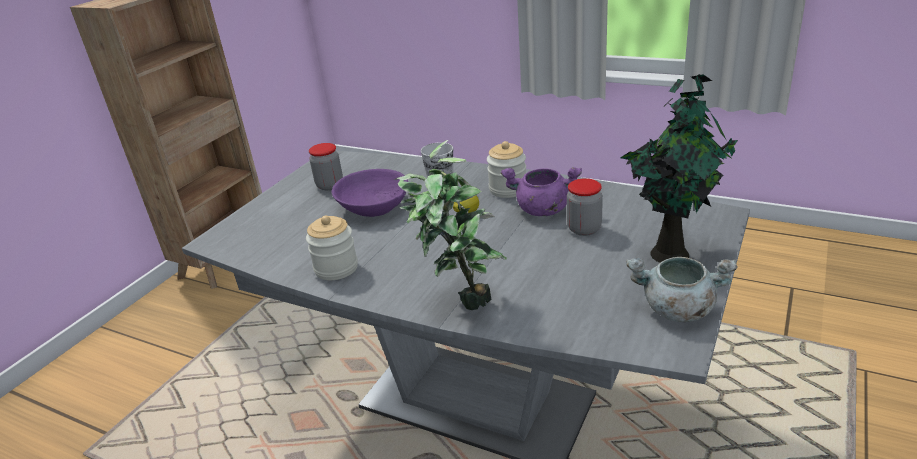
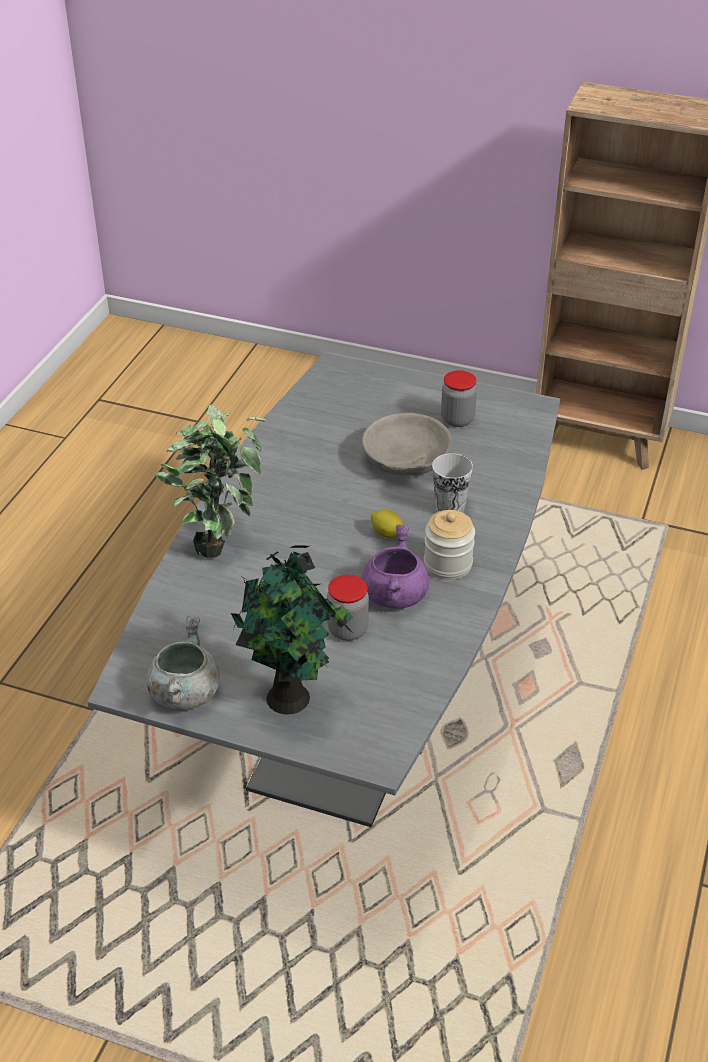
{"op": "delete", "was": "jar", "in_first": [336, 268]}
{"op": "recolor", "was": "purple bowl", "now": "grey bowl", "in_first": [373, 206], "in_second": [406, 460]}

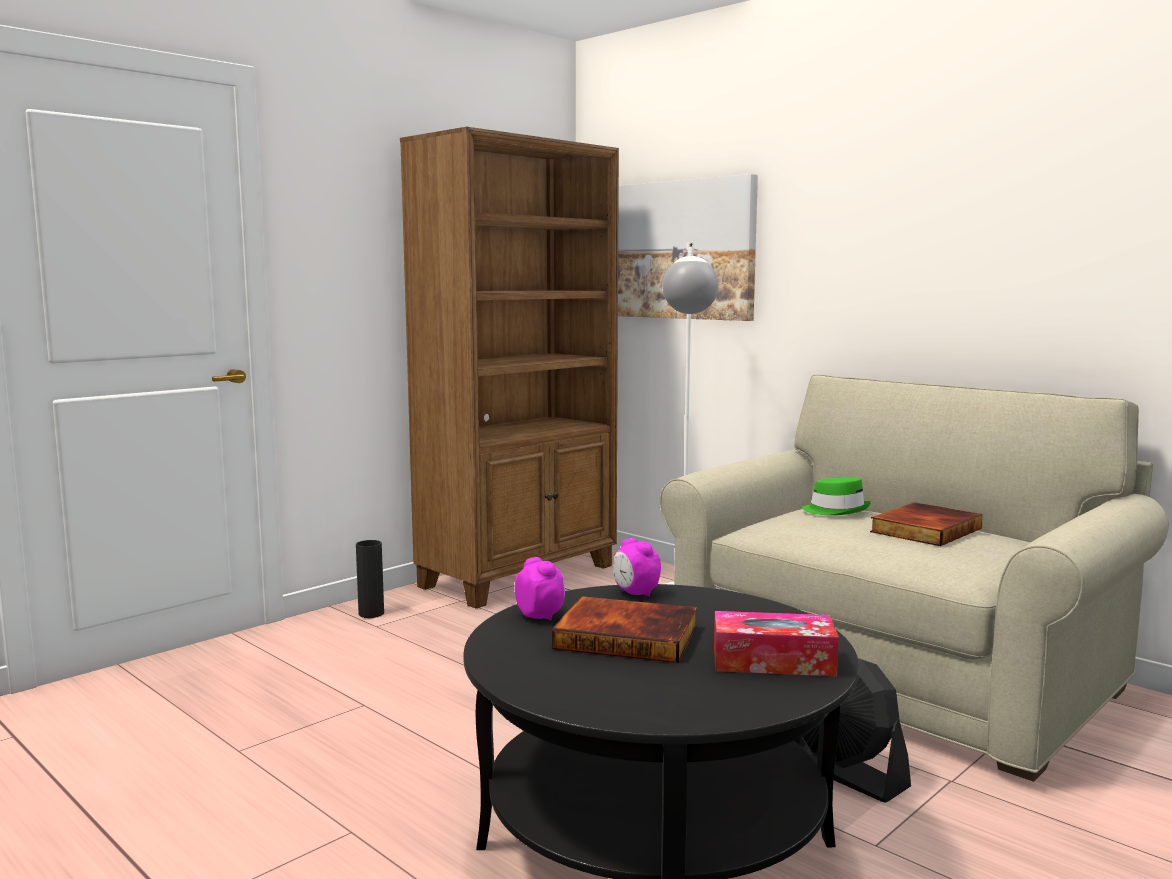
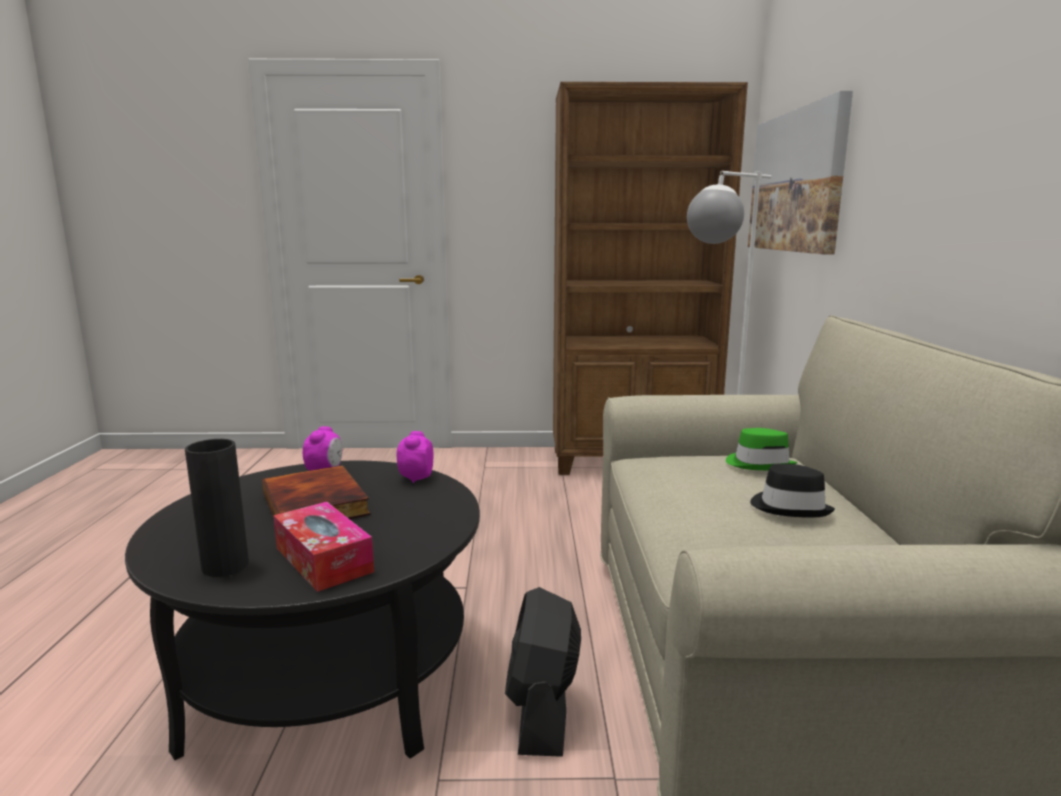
{"op": "move", "was": "black vase", "in_first": [371, 613], "in_second": [225, 566]}
{"op": "replace", "was": "book", "now": "black hat", "in_first": [924, 529], "in_second": [790, 507]}

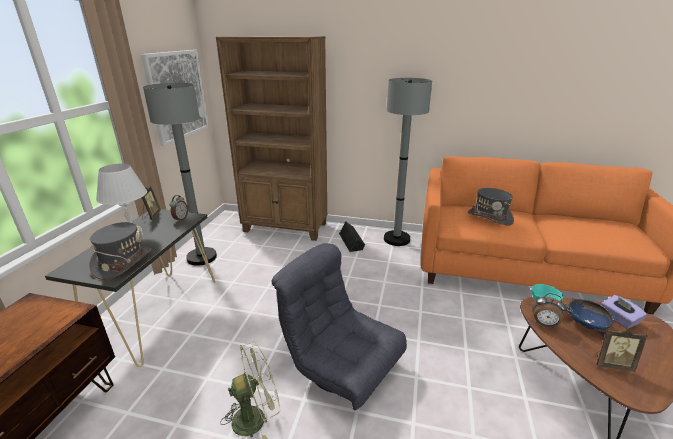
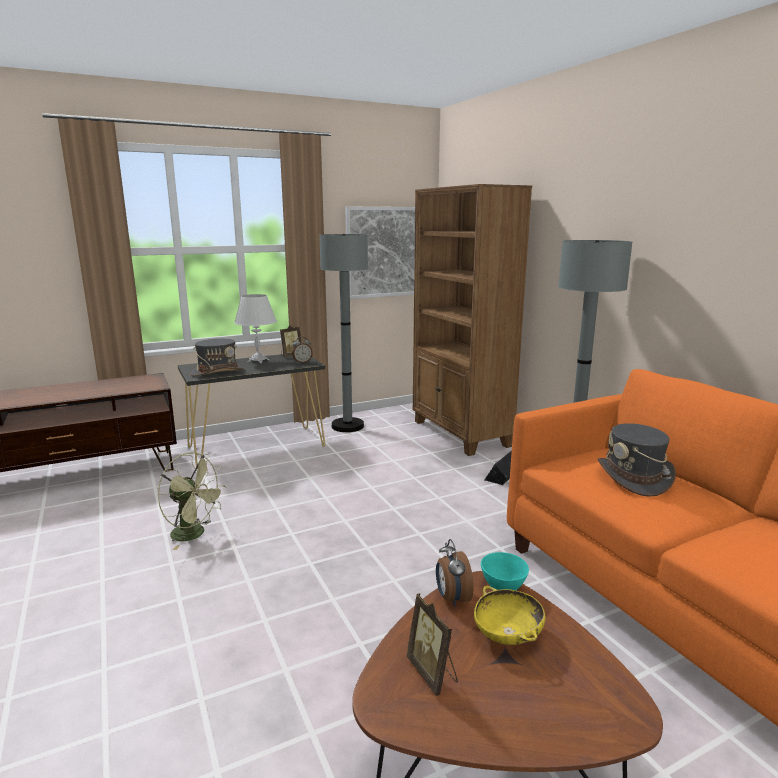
{"op": "delete", "was": "grey armchair", "in_first": [342, 365]}
{"op": "delete", "was": "purple tissue box", "in_first": [618, 319]}
{"op": "recolor", "was": "blue bowl", "now": "yellow bowl", "in_first": [585, 324], "in_second": [507, 635]}

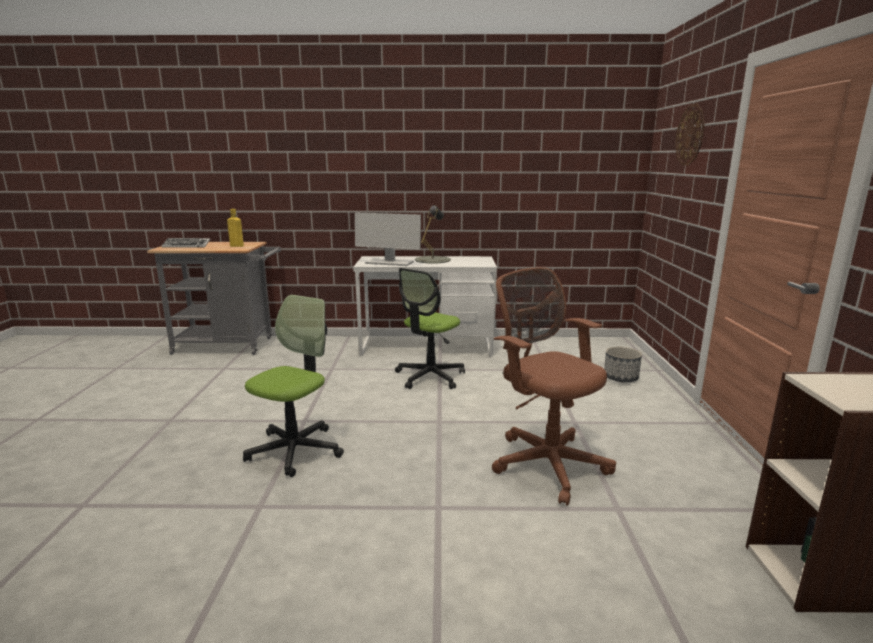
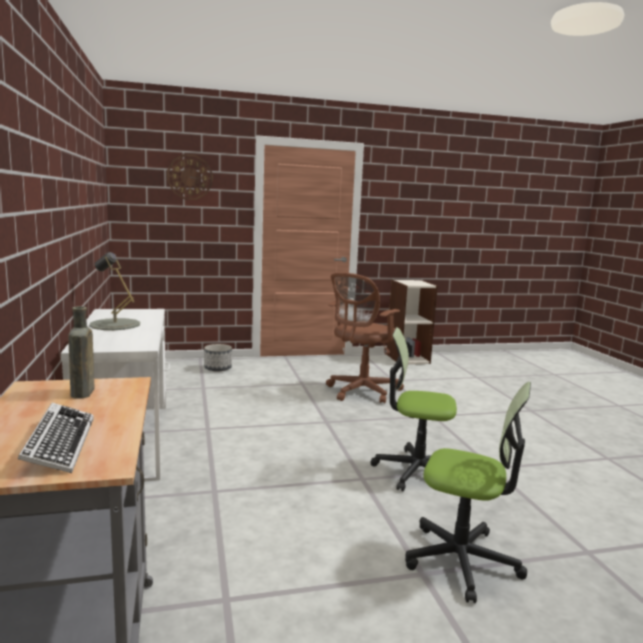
{"op": "delete", "was": "monitor", "in_first": [389, 263]}
{"op": "move", "was": "office chair", "in_first": [430, 377], "in_second": [462, 560]}
{"op": "recolor", "was": "yellow bottle", "now": "brown bottle", "in_first": [236, 246], "in_second": [82, 393]}

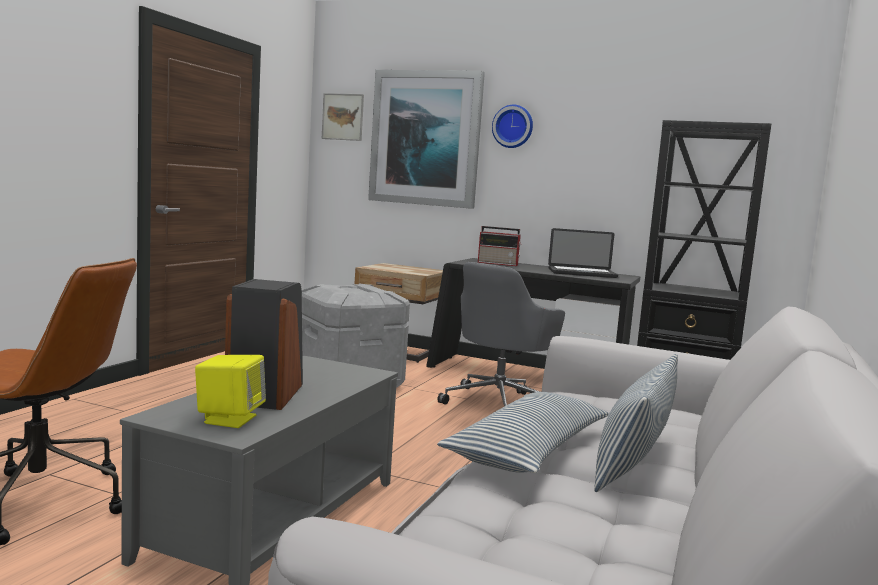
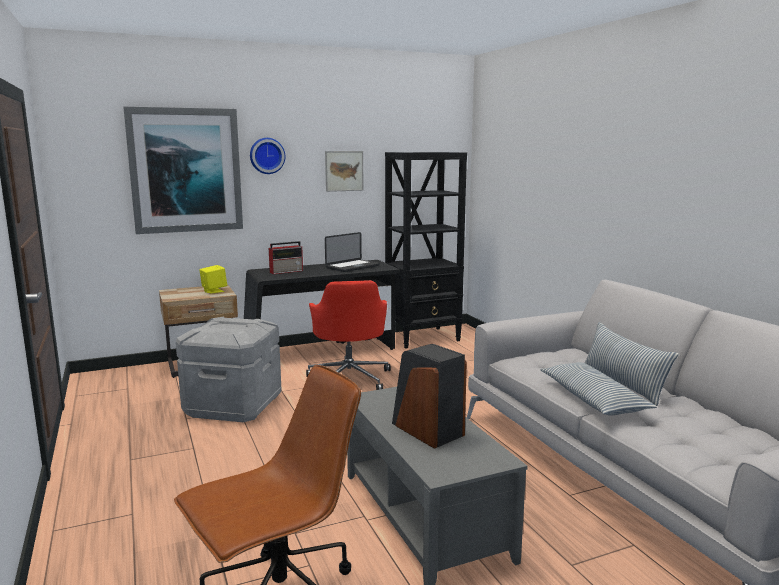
{"op": "move", "was": "yellow speaker", "in_first": [230, 419], "in_second": [214, 291]}
{"op": "move", "was": "picture", "in_first": [343, 117], "in_second": [344, 171]}
{"op": "recolor", "was": "grey office chair", "now": "red office chair", "in_first": [499, 403], "in_second": [350, 378]}

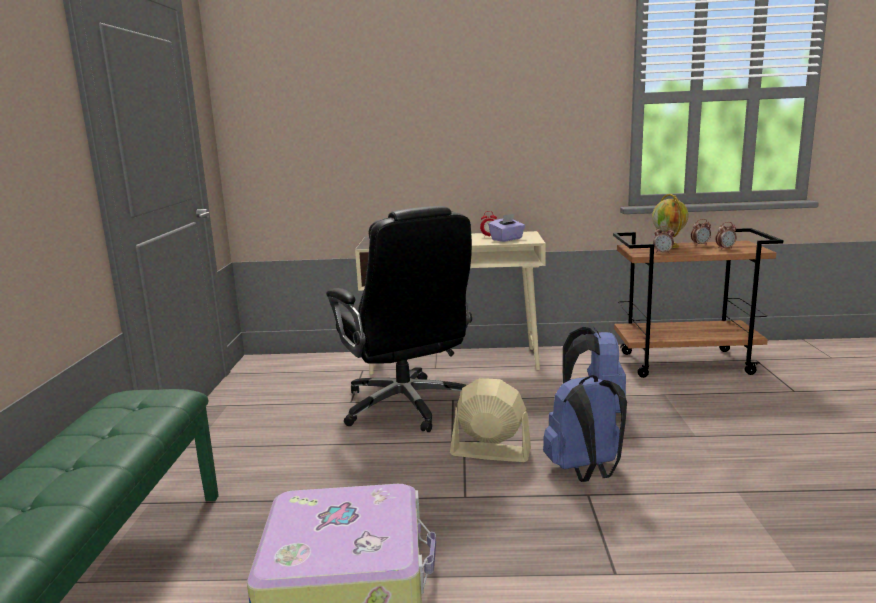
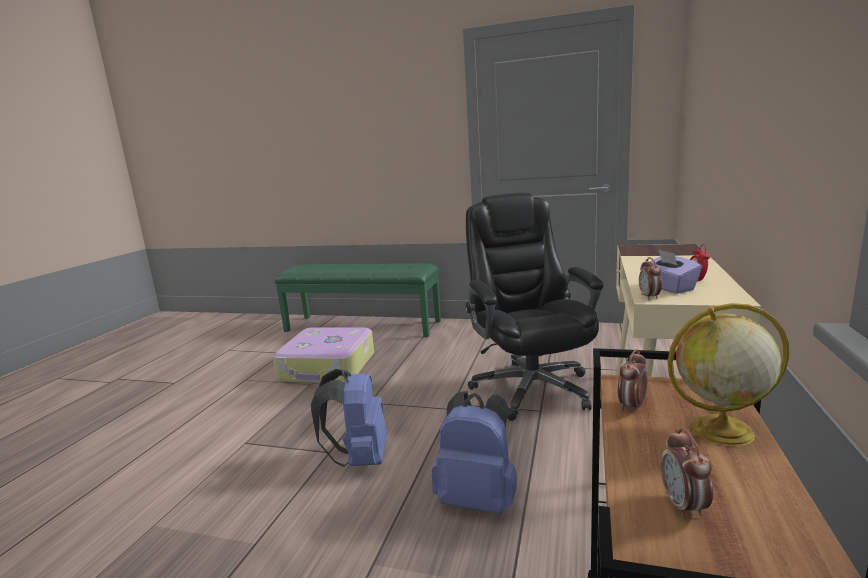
{"op": "delete", "was": "beige fan", "in_first": [490, 452]}
{"op": "move", "was": "alarm clock", "in_first": [700, 244], "in_second": [649, 297]}
{"op": "rotate", "was": "black office chair", "in_first": [406, 406], "in_second": [531, 388], "clockwise": 90}

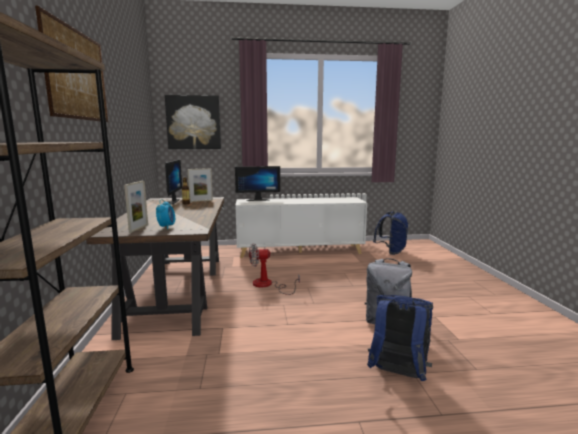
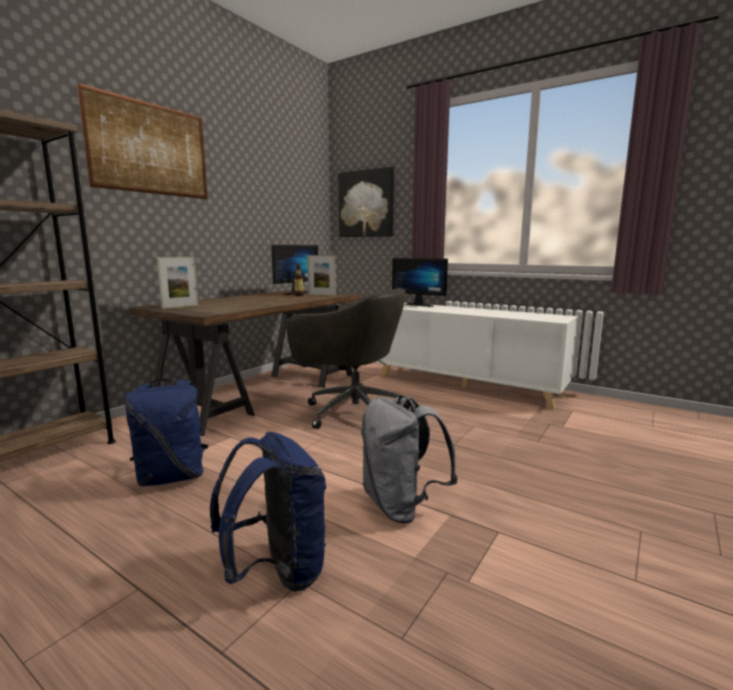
{"op": "delete", "was": "alarm clock", "in_first": [166, 227]}
{"op": "move", "was": "blue backpack", "in_first": [391, 252], "in_second": [172, 477]}
{"op": "replace", "was": "fan", "now": "grey office chair", "in_first": [268, 285], "in_second": [351, 412]}

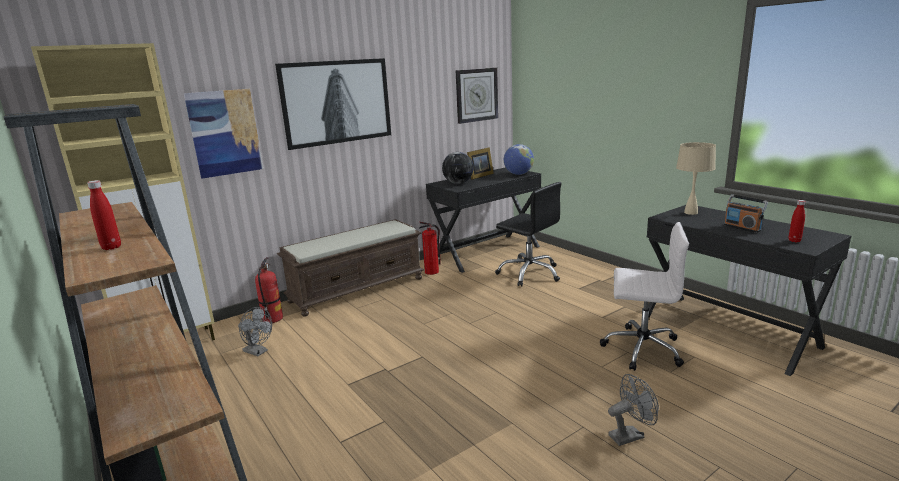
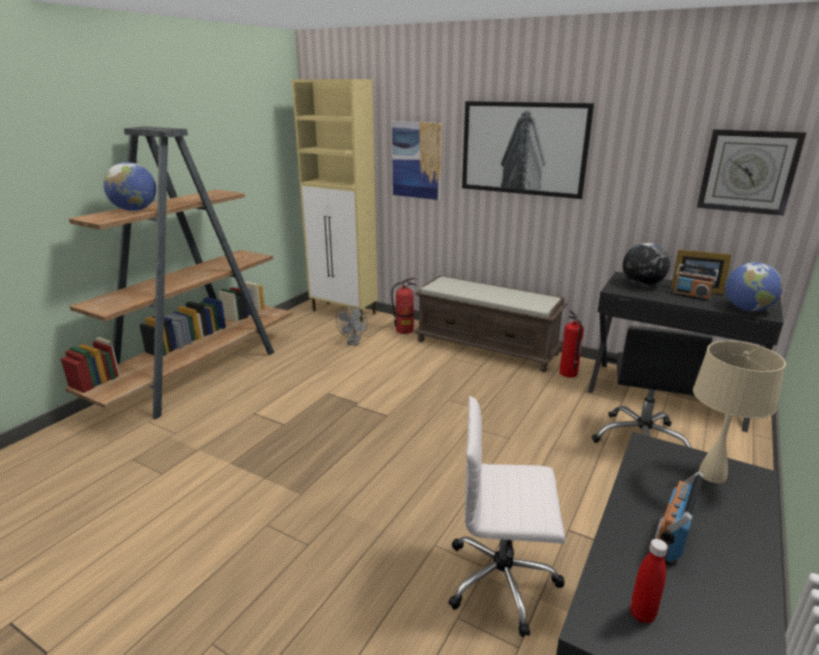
{"op": "delete", "was": "grey fan", "in_first": [630, 435]}
{"op": "insert", "now": "radio", "in_second": [691, 296]}
{"op": "replace", "was": "red bottle", "now": "globe", "in_first": [111, 247], "in_second": [135, 210]}
{"op": "rotate", "was": "white office chair", "in_first": [641, 348], "in_second": [503, 580], "clockwise": 105}

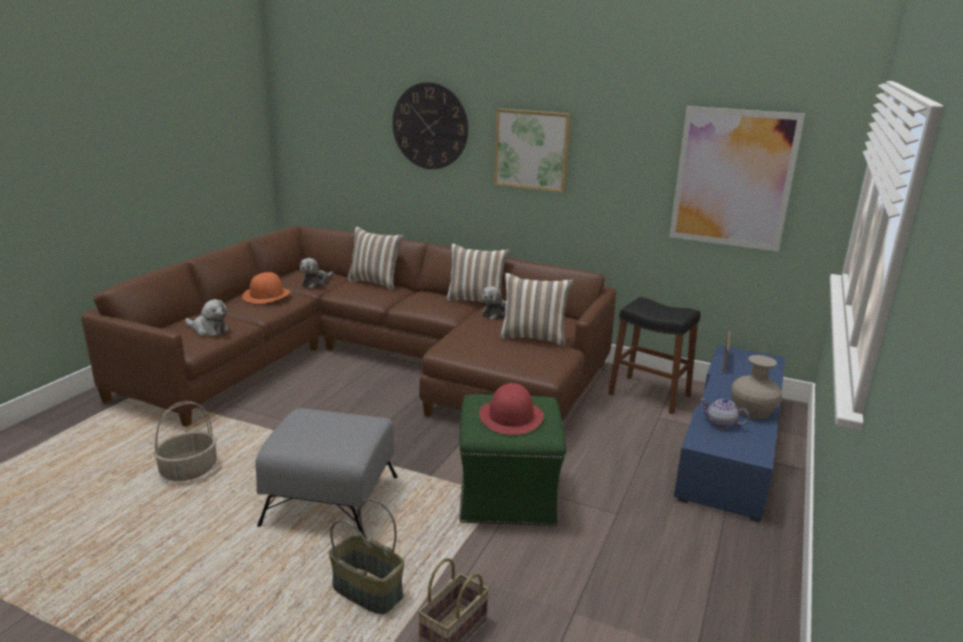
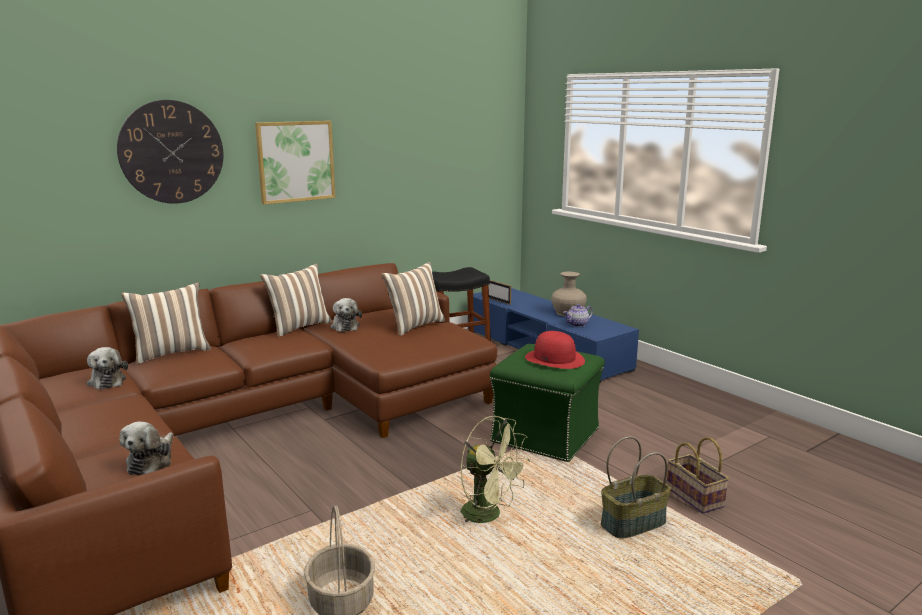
{"op": "delete", "was": "orange hat", "in_first": [266, 295]}
{"op": "delete", "was": "picture", "in_first": [733, 178]}
{"op": "replace", "was": "grey ottoman", "now": "green fan", "in_first": [332, 501], "in_second": [489, 515]}
{"op": "rotate", "was": "plush toy", "in_first": [208, 330], "in_second": [151, 461], "clockwise": 135}

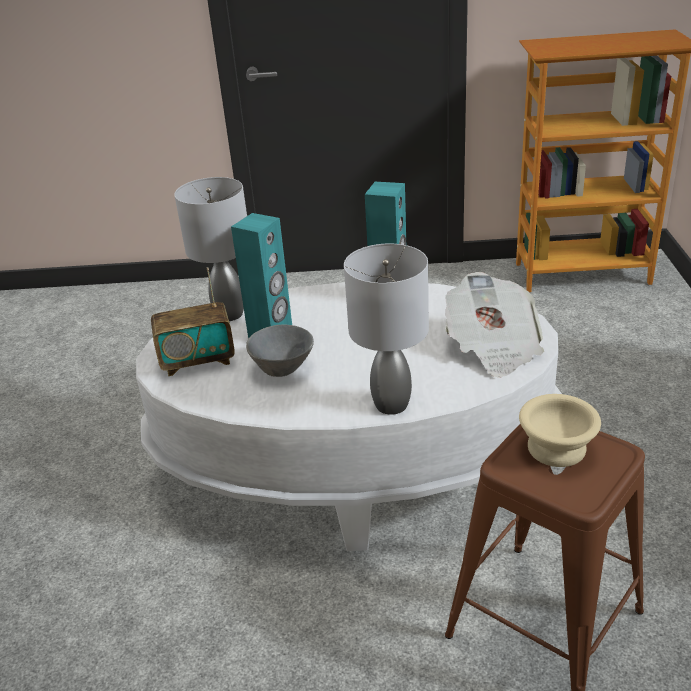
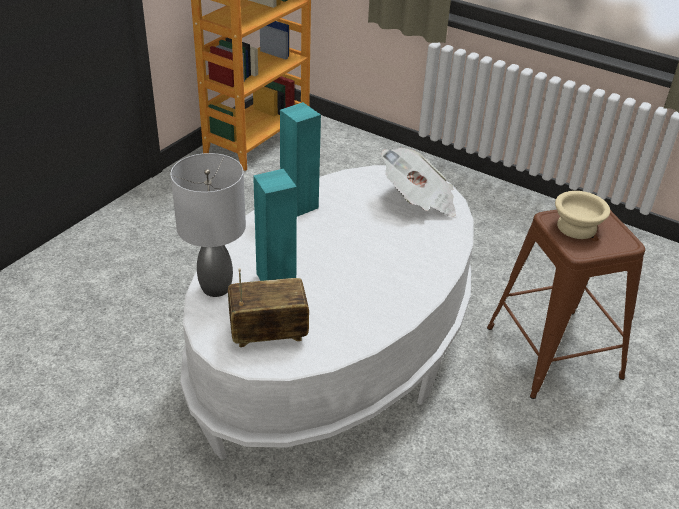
{"op": "delete", "was": "grey bowl", "in_first": [284, 368]}
{"op": "delete", "was": "grey table lamp", "in_first": [392, 404]}
{"op": "rotate", "was": "radio", "in_first": [197, 360], "in_second": [268, 333], "clockwise": -120}

